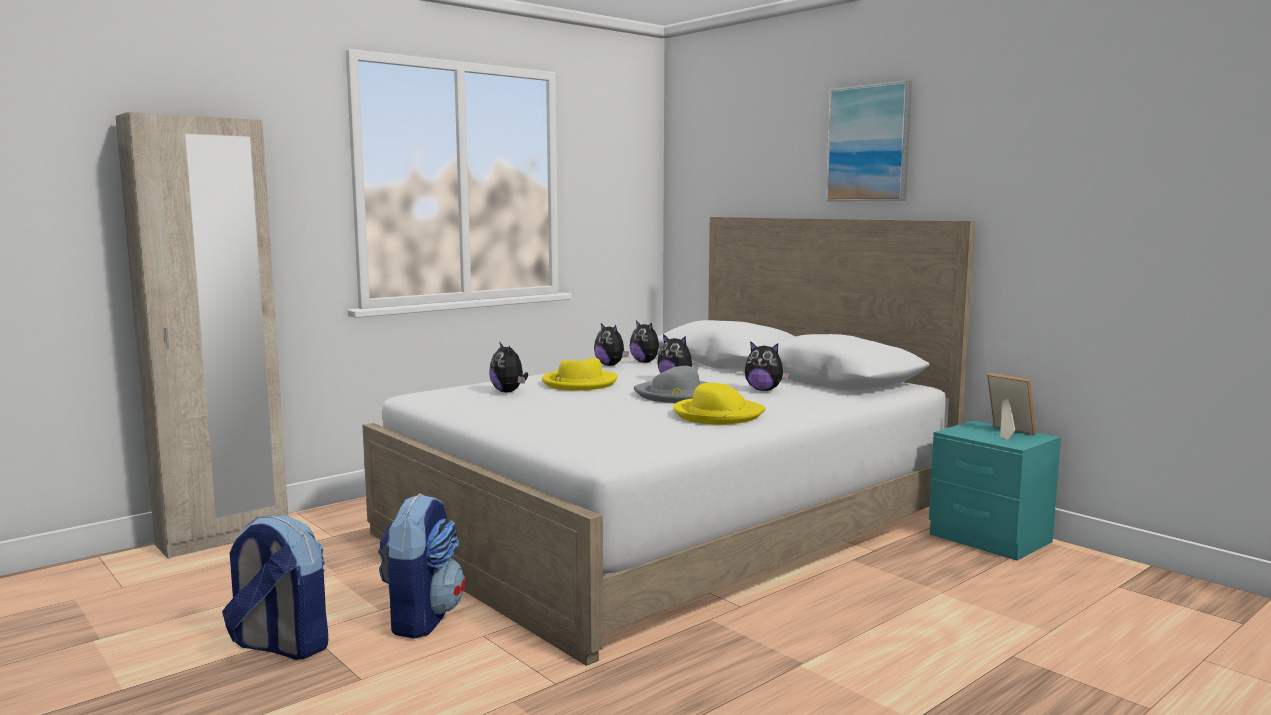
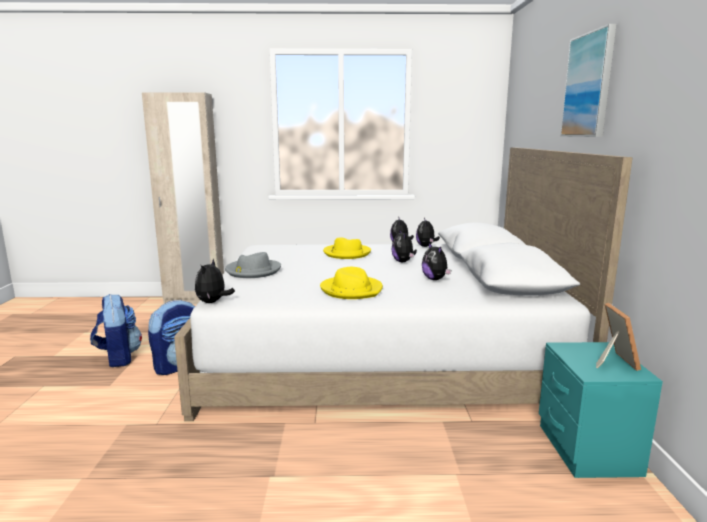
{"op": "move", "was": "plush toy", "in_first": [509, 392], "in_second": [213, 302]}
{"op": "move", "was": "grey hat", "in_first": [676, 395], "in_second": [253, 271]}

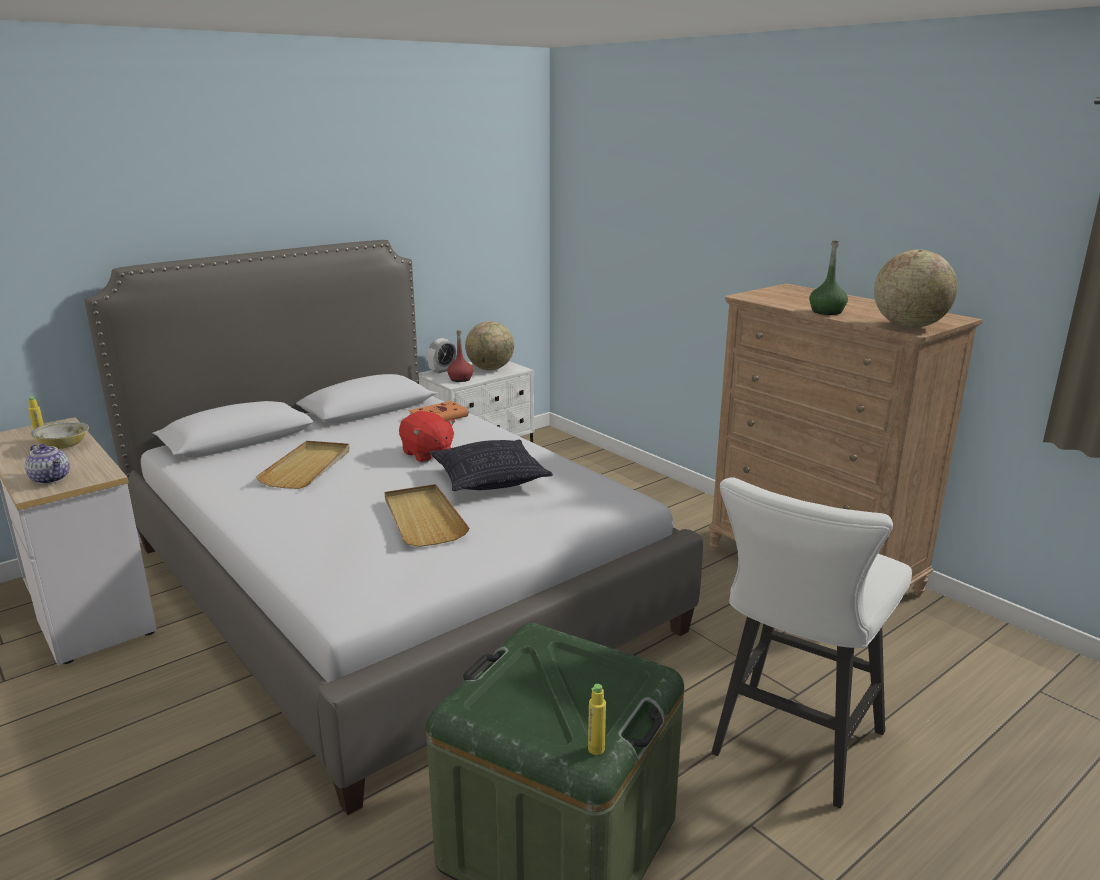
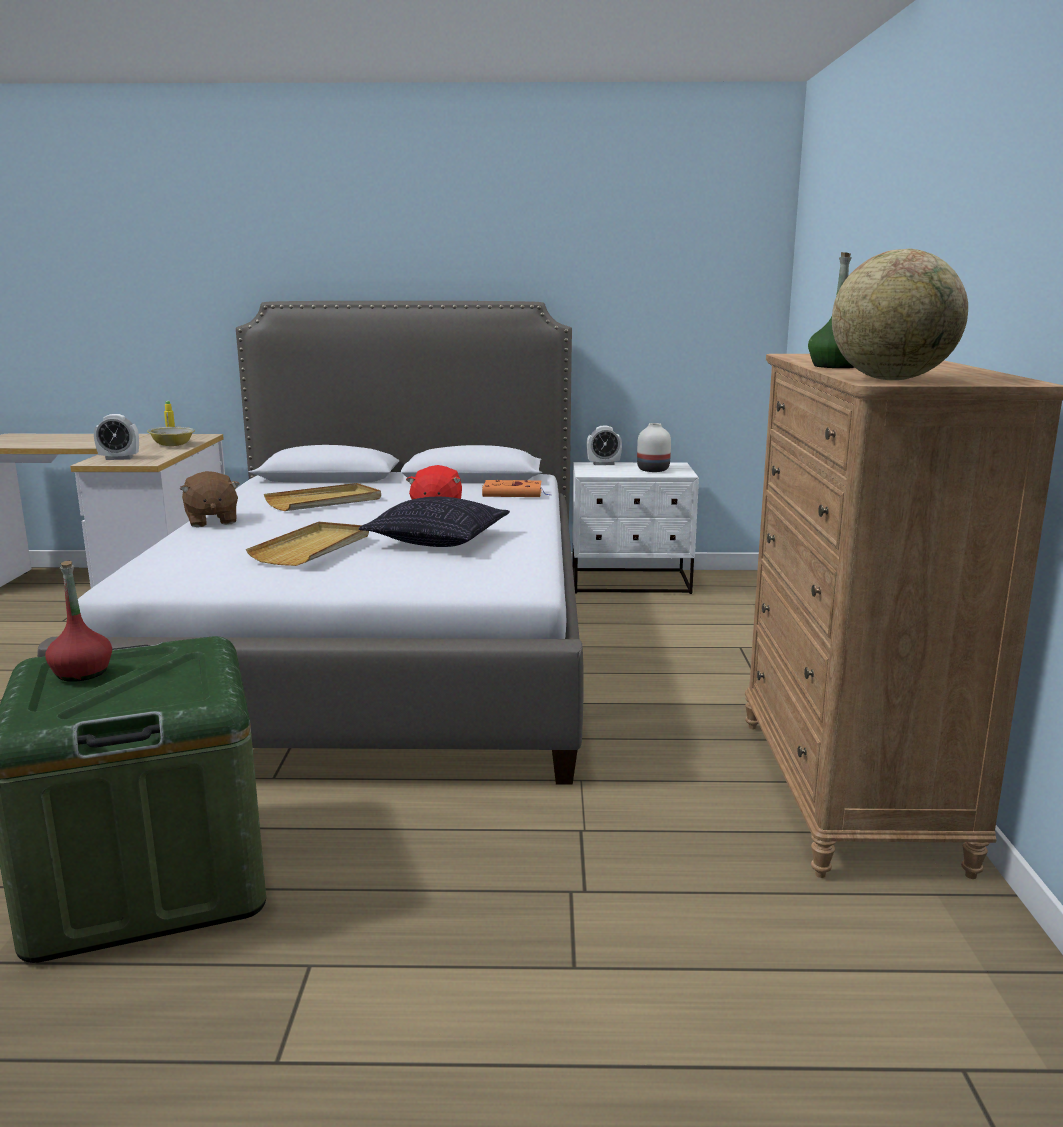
{"op": "delete", "was": "yellow bottle", "in_first": [596, 749]}
{"op": "delete", "was": "white stool", "in_first": [791, 748]}
{"op": "insert", "now": "brown plush toy", "in_second": [211, 521]}
{"op": "move", "was": "red bottle", "in_first": [460, 379], "in_second": [82, 673]}
{"op": "replace", "was": "teapot", "now": "alarm clock", "in_first": [52, 479], "in_second": [119, 458]}
{"op": "replace", "was": "globe", "now": "white vase", "in_first": [490, 369], "in_second": [654, 470]}

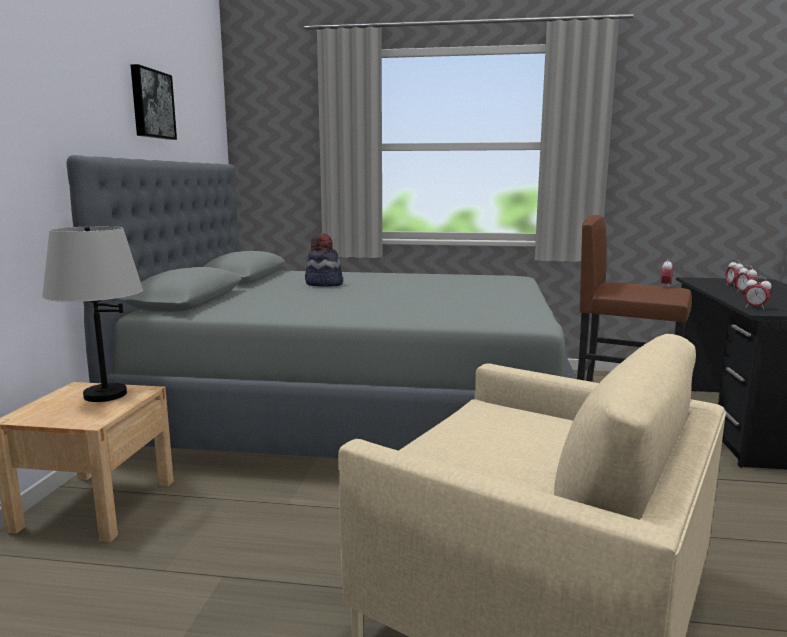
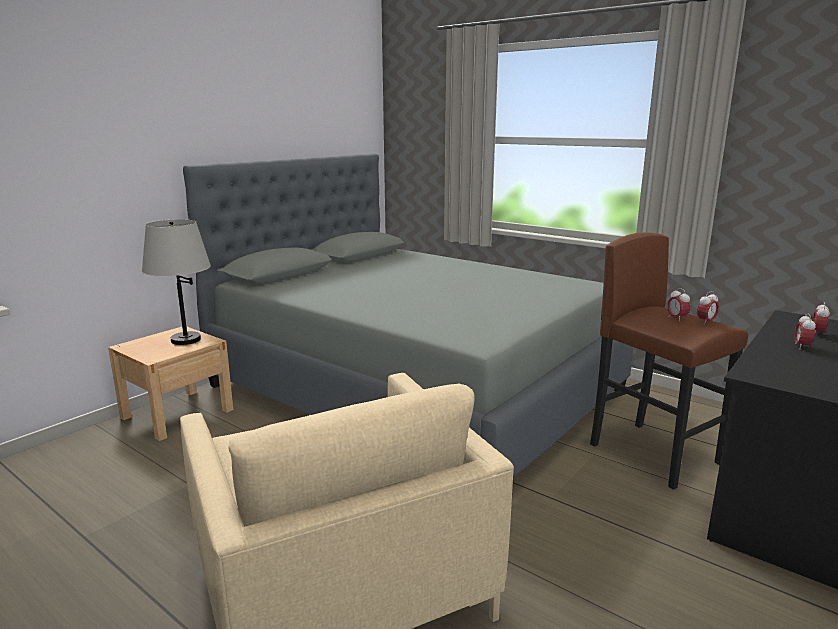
{"op": "delete", "was": "picture", "in_first": [151, 104]}
{"op": "delete", "was": "hat", "in_first": [324, 284]}
{"op": "move", "was": "alarm clock", "in_first": [755, 308], "in_second": [676, 318]}

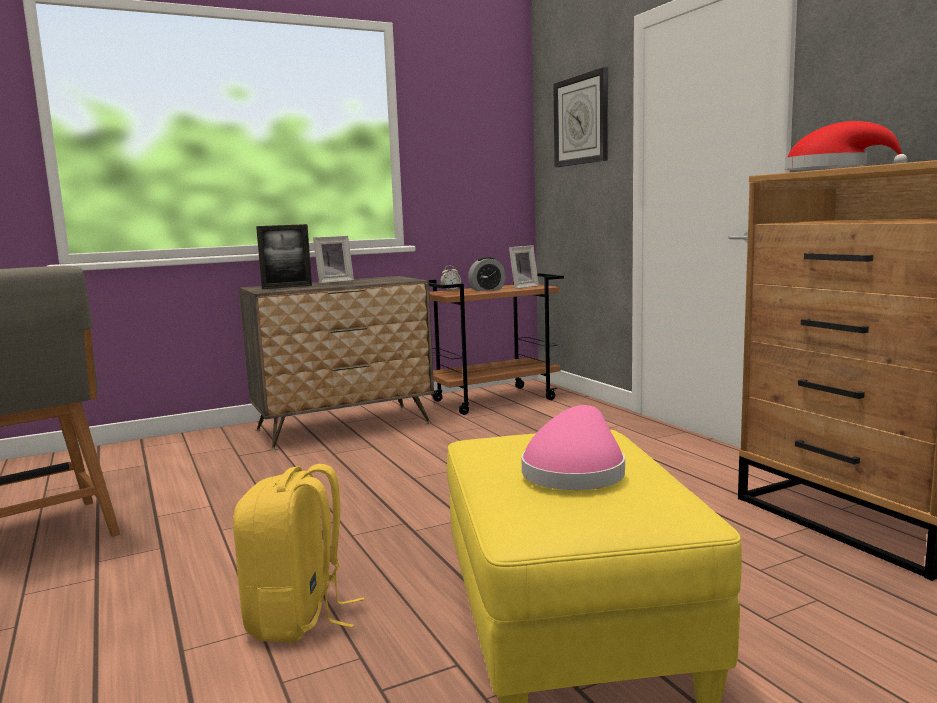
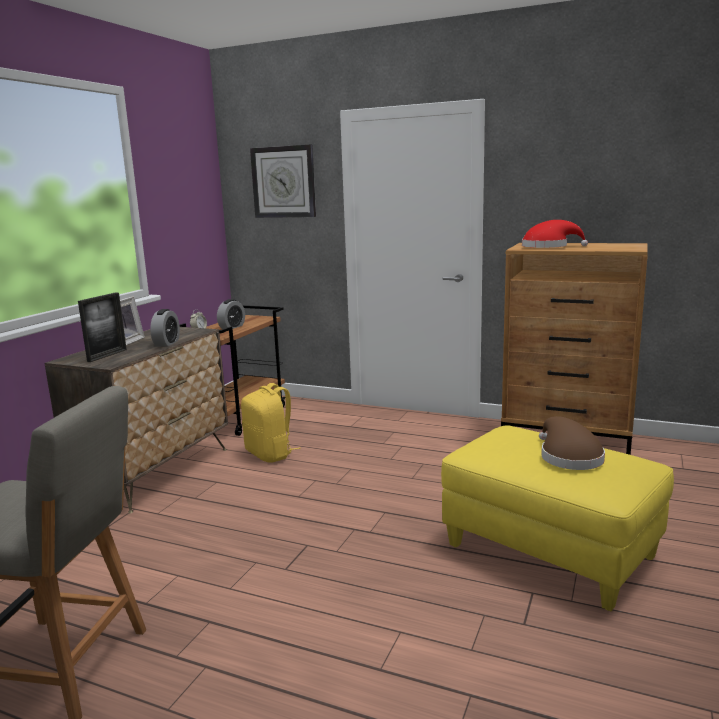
{"op": "delete", "was": "picture frame", "in_first": [522, 287]}
{"op": "insert", "now": "alarm clock", "in_second": [167, 343]}
{"op": "move", "was": "yellow backpack", "in_first": [298, 618], "in_second": [270, 454]}
{"op": "recolor", "was": "pink hat", "now": "brown hat", "in_first": [575, 472], "in_second": [568, 457]}

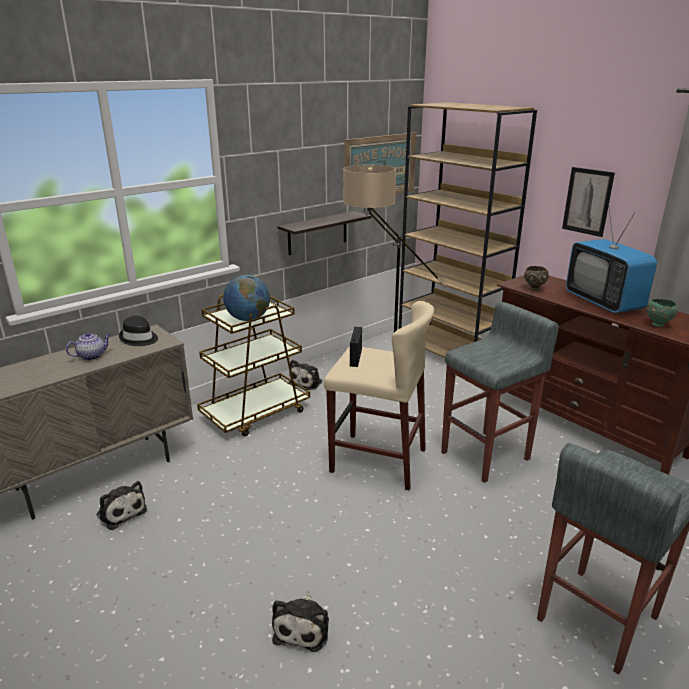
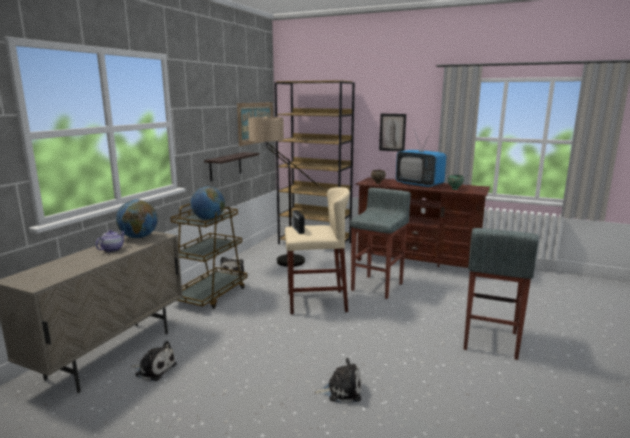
{"op": "replace", "was": "black hat", "now": "globe", "in_first": [139, 339], "in_second": [139, 237]}
{"op": "rotate", "was": "plush toy", "in_first": [303, 627], "in_second": [341, 391], "clockwise": -75}

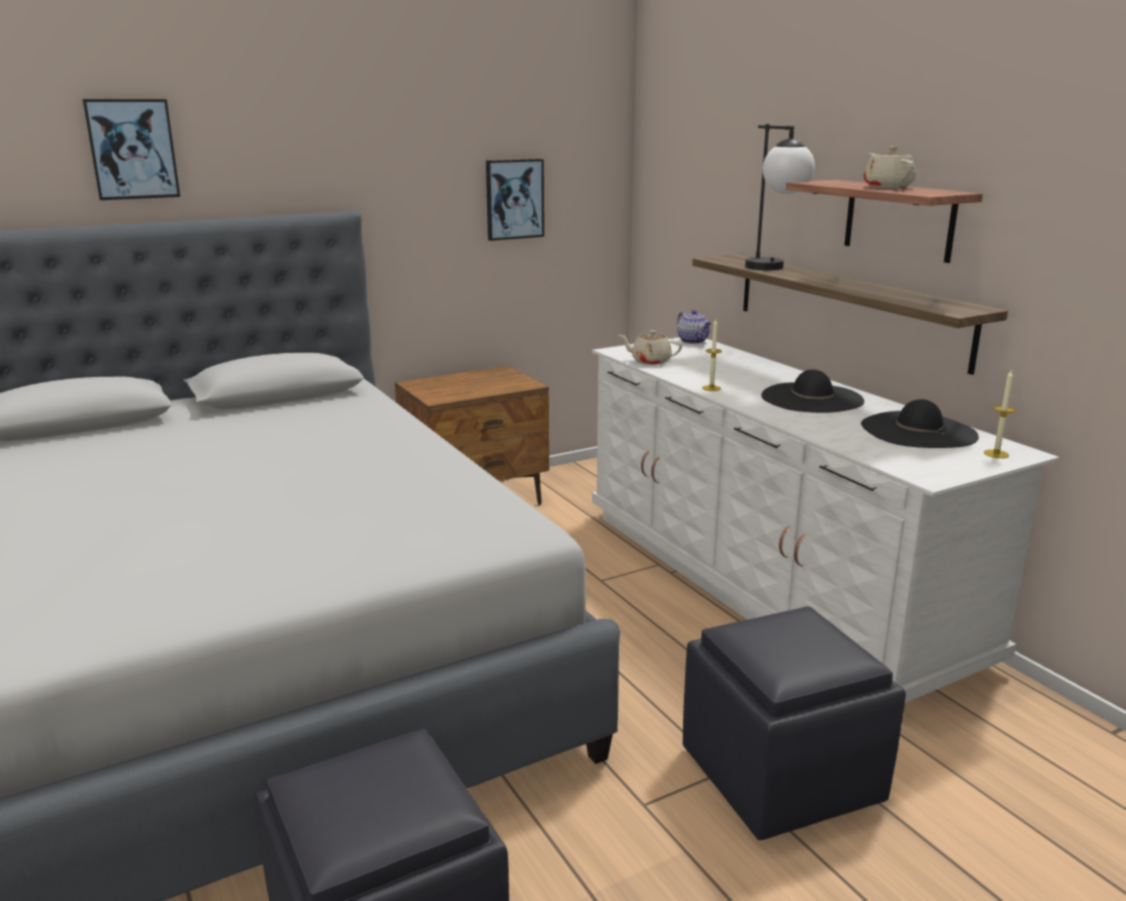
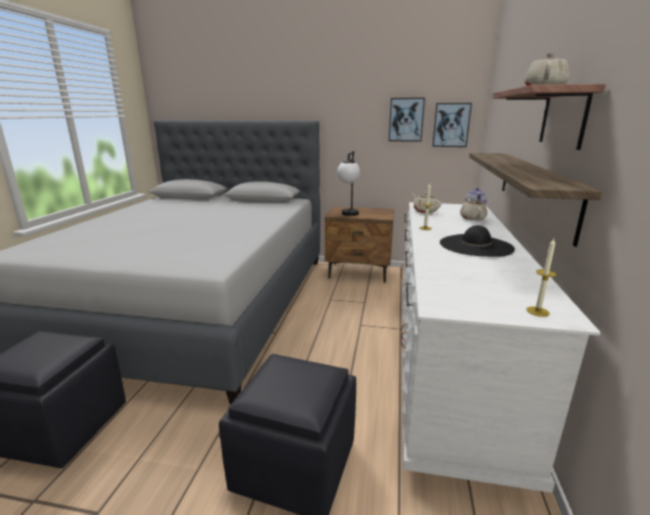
{"op": "delete", "was": "black hat", "in_first": [918, 430]}
{"op": "insert", "now": "beige teapot", "in_second": [472, 218]}
{"op": "move", "was": "picture", "in_first": [132, 149], "in_second": [451, 125]}
{"op": "move", "was": "table lamp", "in_first": [773, 269], "in_second": [348, 215]}

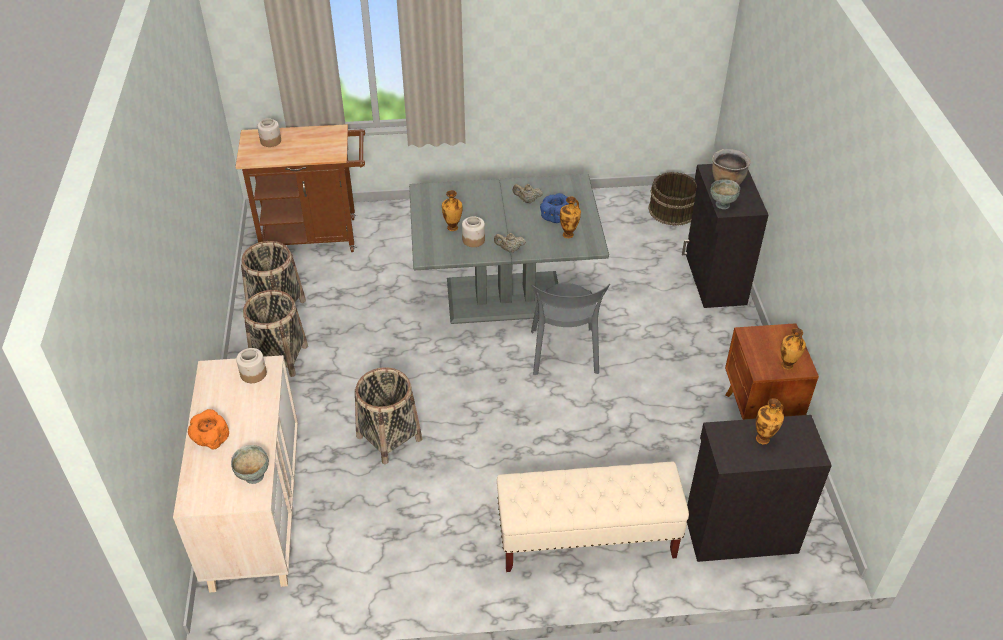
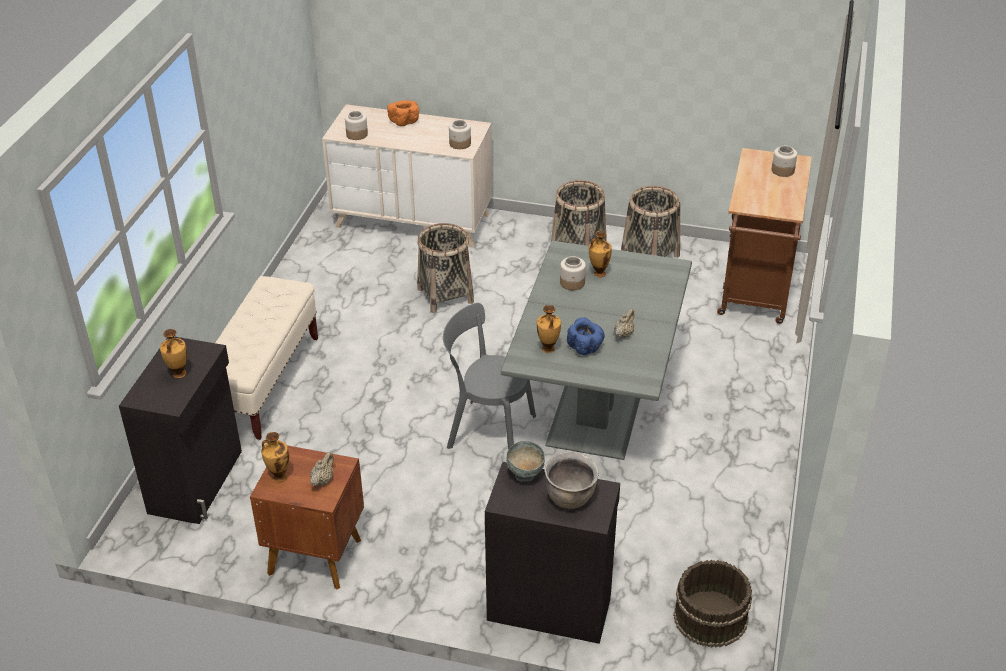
{"op": "move", "was": "beige teapot", "in_first": [509, 250], "in_second": [323, 480]}
{"op": "replace", "was": "grey bowl", "now": "jar", "in_first": [253, 476], "in_second": [356, 134]}

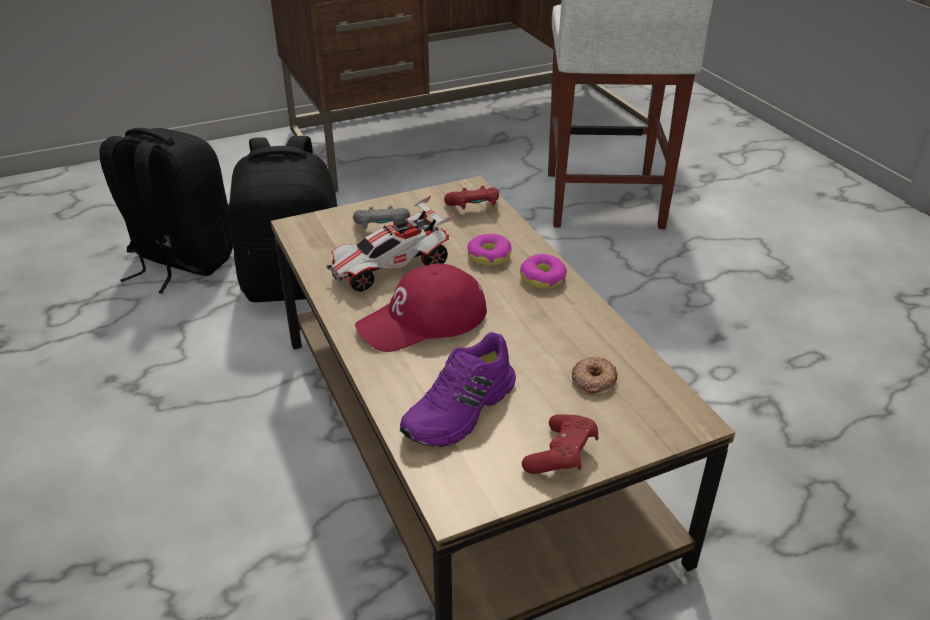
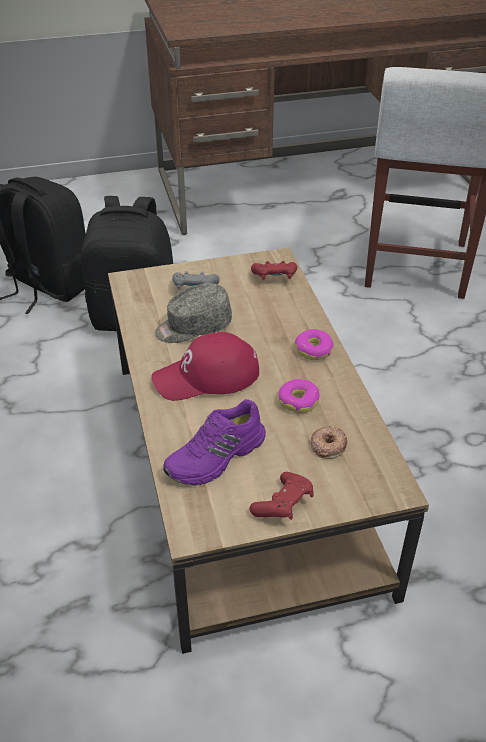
{"op": "move", "was": "donut", "in_first": [489, 256], "in_second": [298, 401]}
{"op": "replace", "was": "toy car", "now": "grey cap", "in_first": [391, 268], "in_second": [193, 327]}

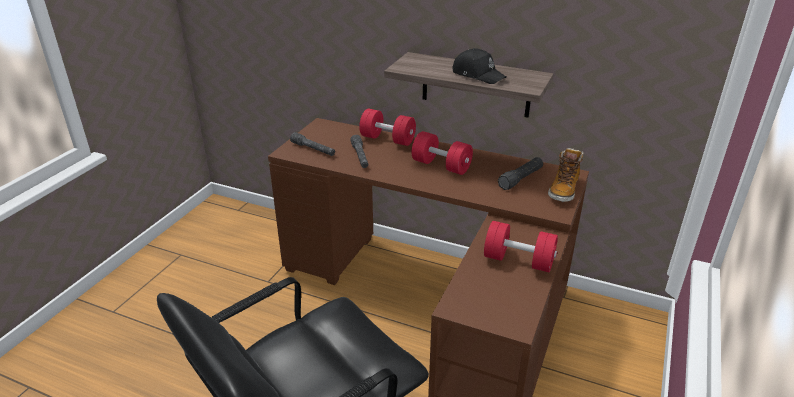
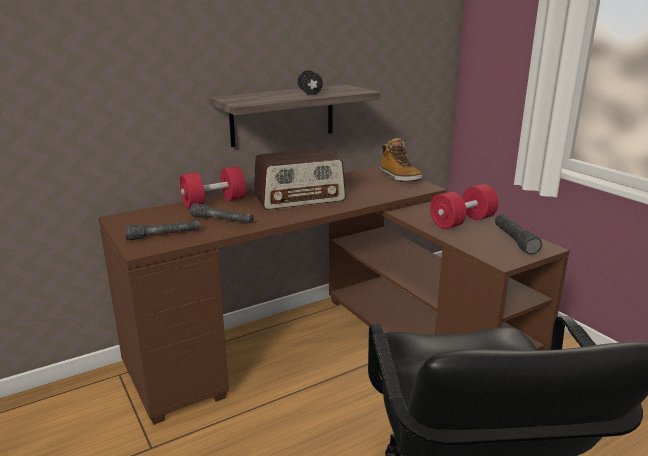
{"op": "move", "was": "black flashlight", "in_first": [520, 179], "in_second": [515, 241]}
{"op": "replace", "was": "red dumbbell", "now": "radio", "in_first": [441, 166], "in_second": [299, 198]}
{"op": "replace", "was": "black cap", "now": "black dumbbell", "in_first": [478, 75], "in_second": [310, 93]}

